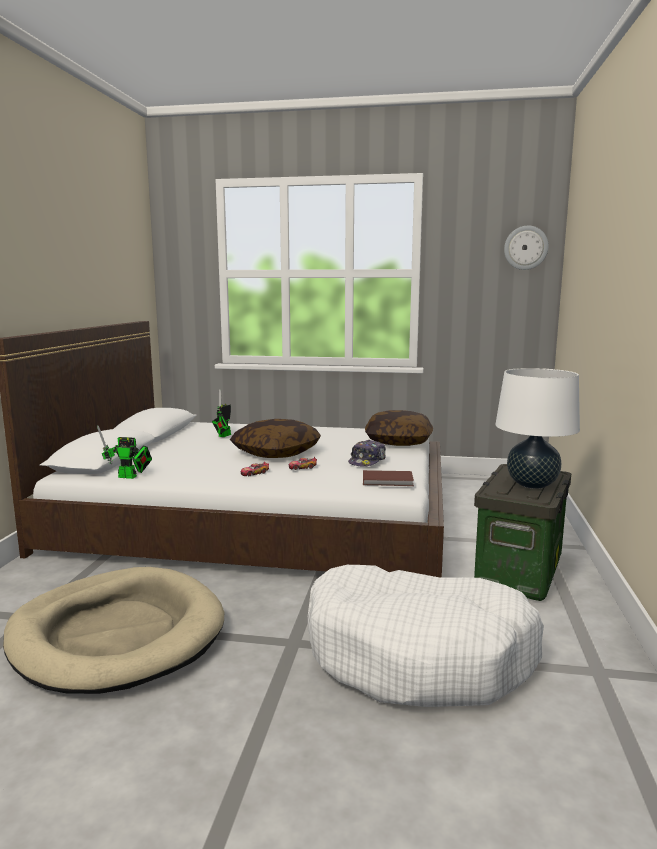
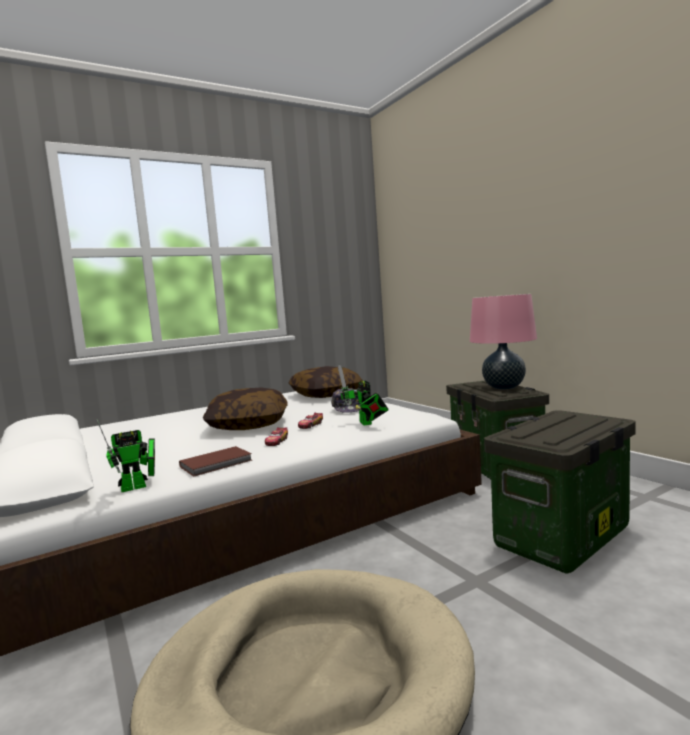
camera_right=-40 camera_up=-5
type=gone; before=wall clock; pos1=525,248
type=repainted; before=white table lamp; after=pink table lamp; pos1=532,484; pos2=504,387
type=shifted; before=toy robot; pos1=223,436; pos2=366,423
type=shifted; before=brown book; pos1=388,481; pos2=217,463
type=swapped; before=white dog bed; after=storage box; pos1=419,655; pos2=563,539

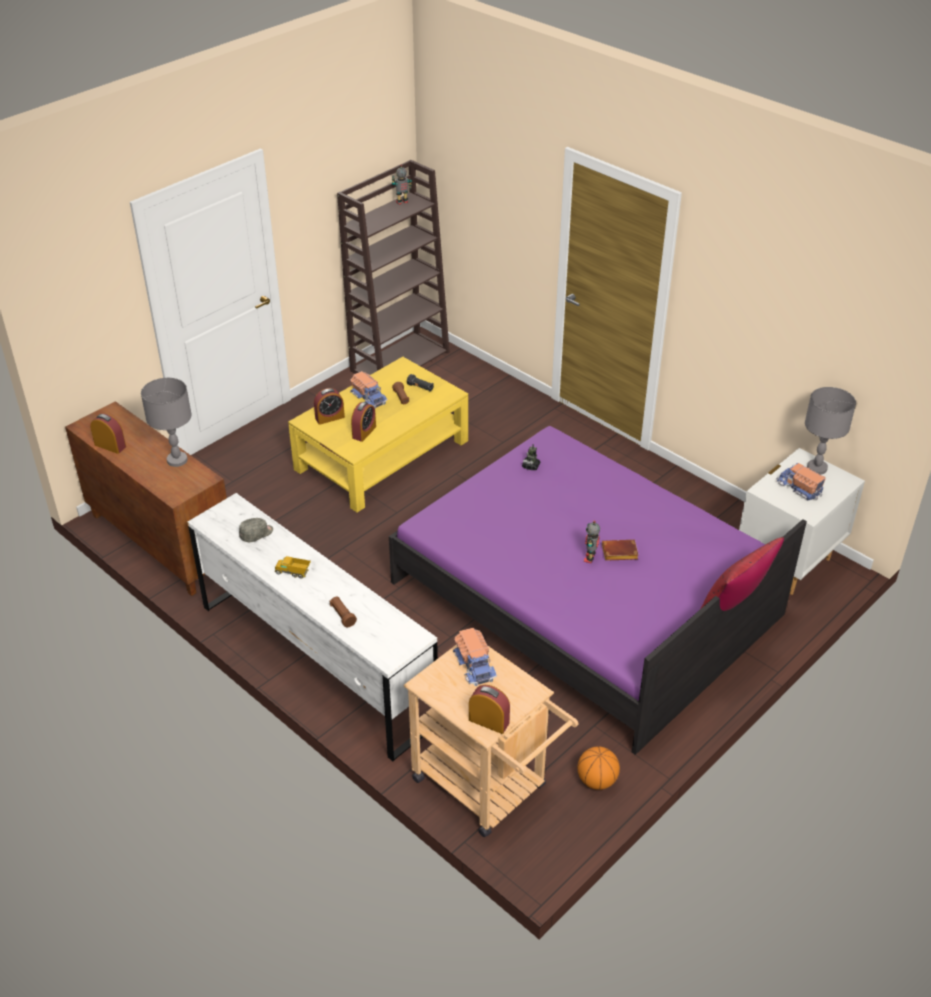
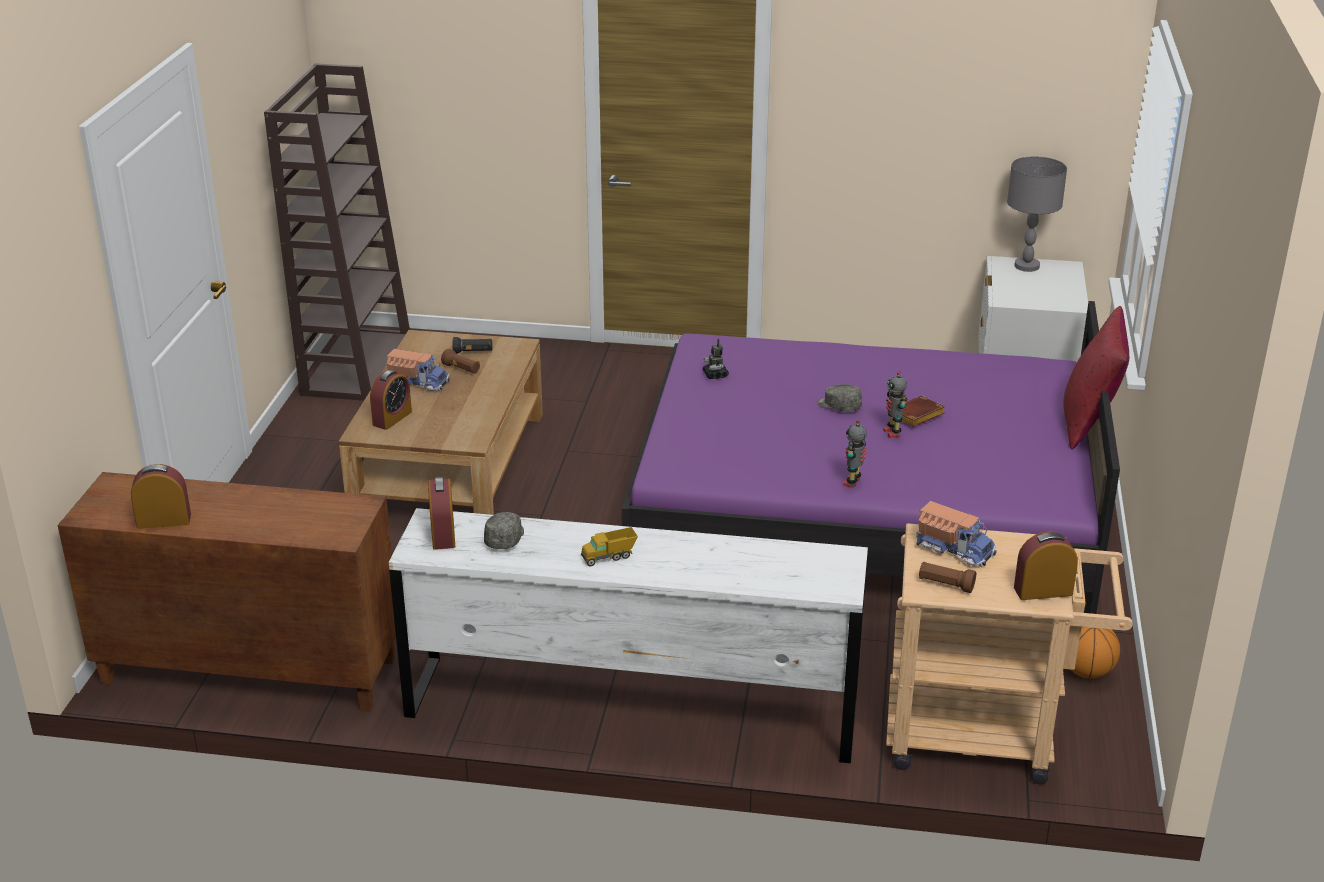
camera_right=-35 camera_up=-10
type=shifted; before=toy robot; pos1=402,202; pos2=853,482
type=repainted; before=yellow coffee table; after=brown coffee table; pos1=382,454; pos2=450,464
type=gone; before=grey table lamp; pos1=177,460
type=shifted; before=alarm clock; pos1=364,432; pos2=443,534
type=gone; before=toy truck; pos1=799,488
type=shifted; before=brown flashlight; pos1=342,616; pos2=945,585
type=new; after=grey cap; pos2=838,406

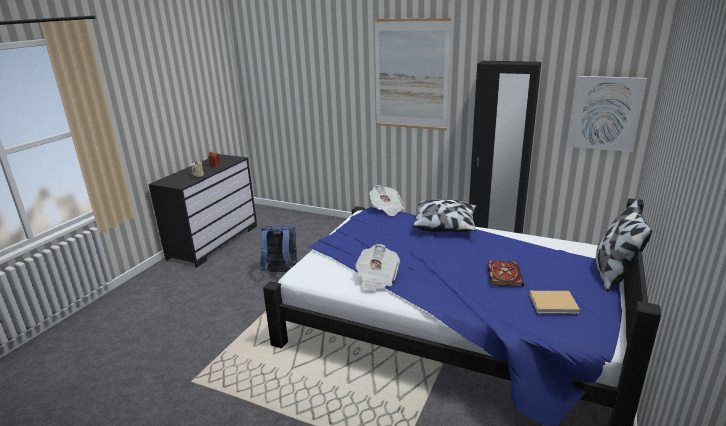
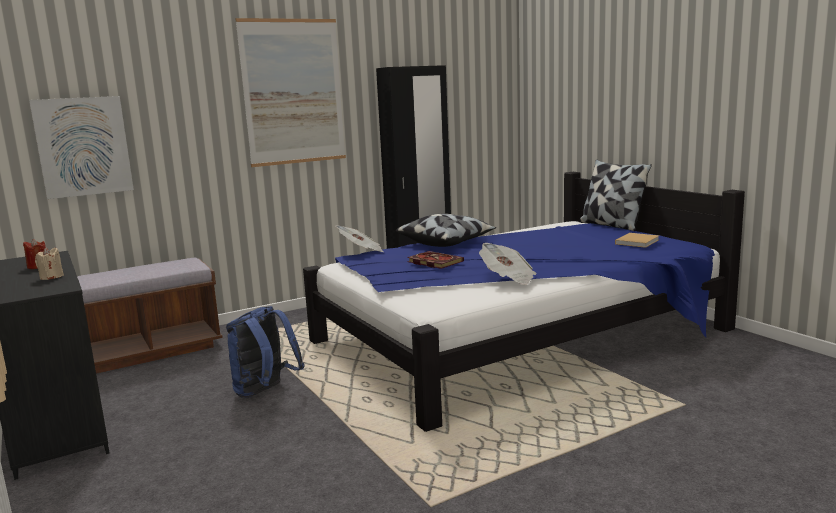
camera_right=-55 camera_up=-10
type=shifted; before=picture; pos1=605,113; pos2=83,146
type=shifted; before=book; pos1=503,274; pos2=433,262
type=new; after=brown bench; pos2=147,352

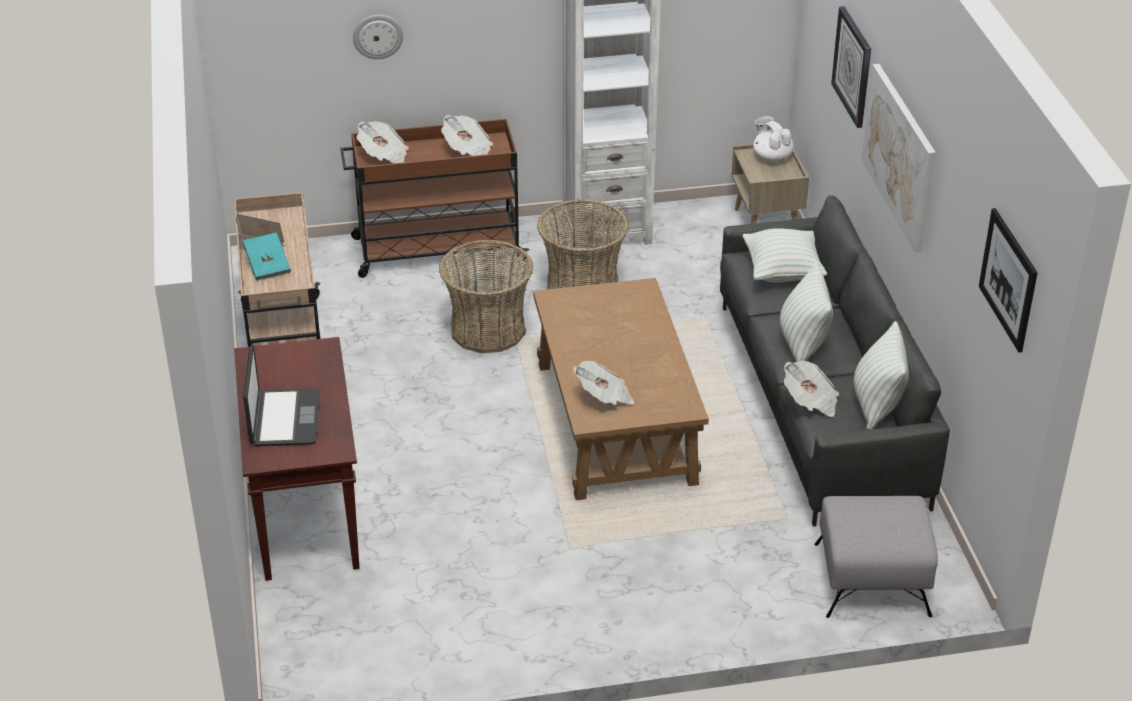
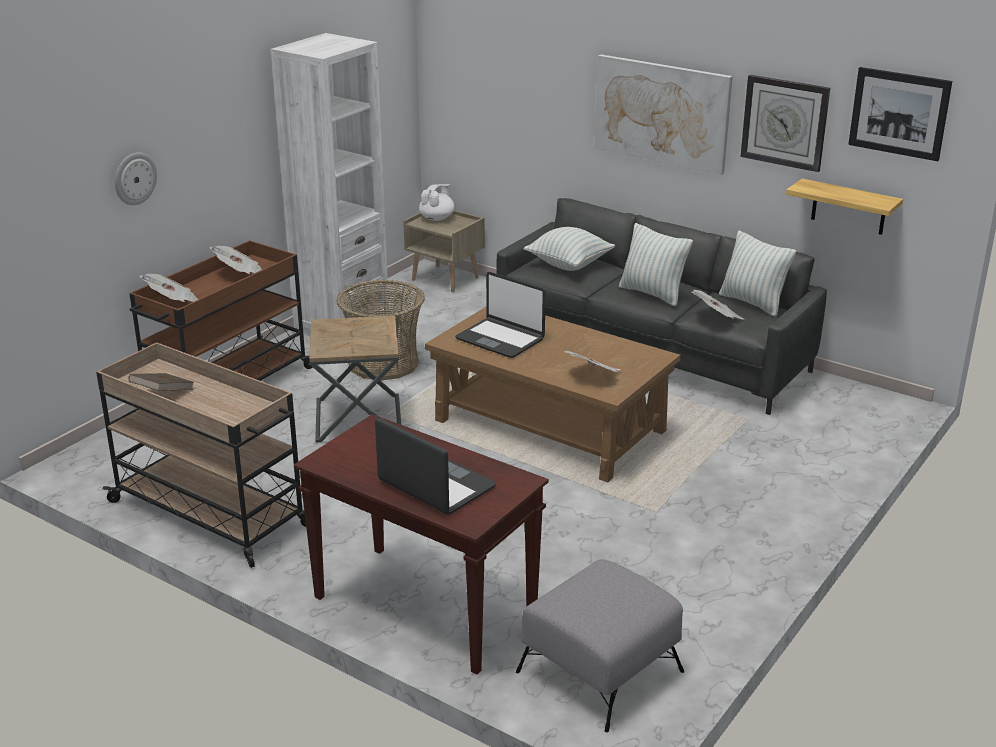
camera_right=-45 camera_up=-10
type=shifted; before=wall clock; pos1=853,66; pos2=785,122
type=rotated; before=white teapot; pos1=771,157; pos2=437,218; turn=105
type=gone; before=turquoise book; pos1=267,266
type=swapped; before=basket; after=brown side table; pos1=488,329; pos2=358,419
type=shifted; before=grey ottoman; pos1=873,579; pos2=601,671
type=new; after=shelf; pos2=849,207
type=new; after=laptop; pos2=500,339

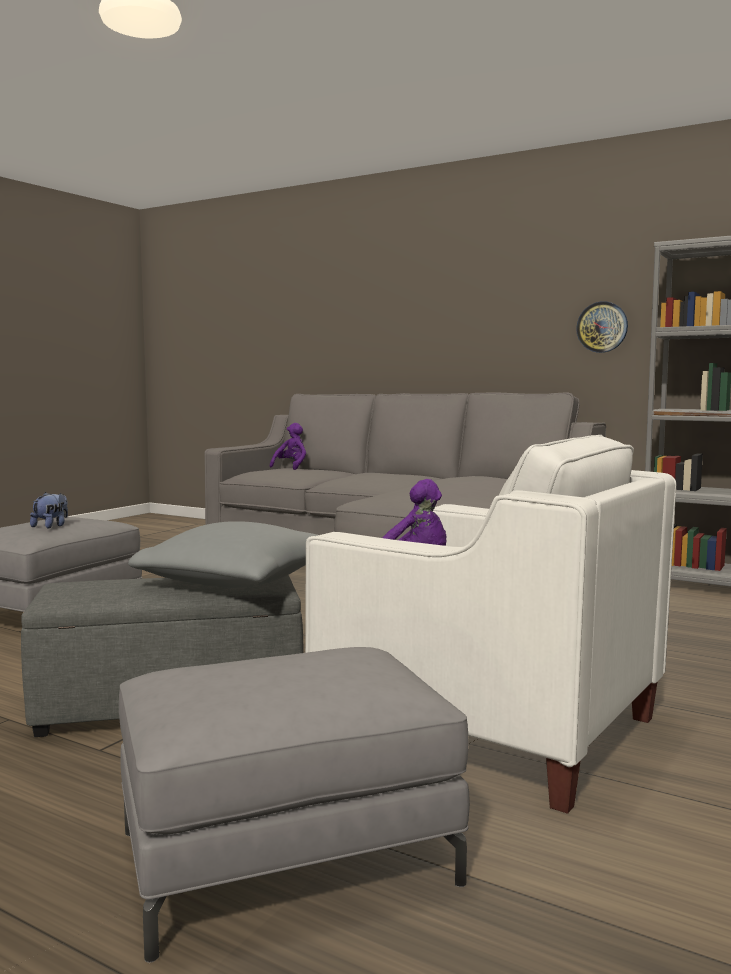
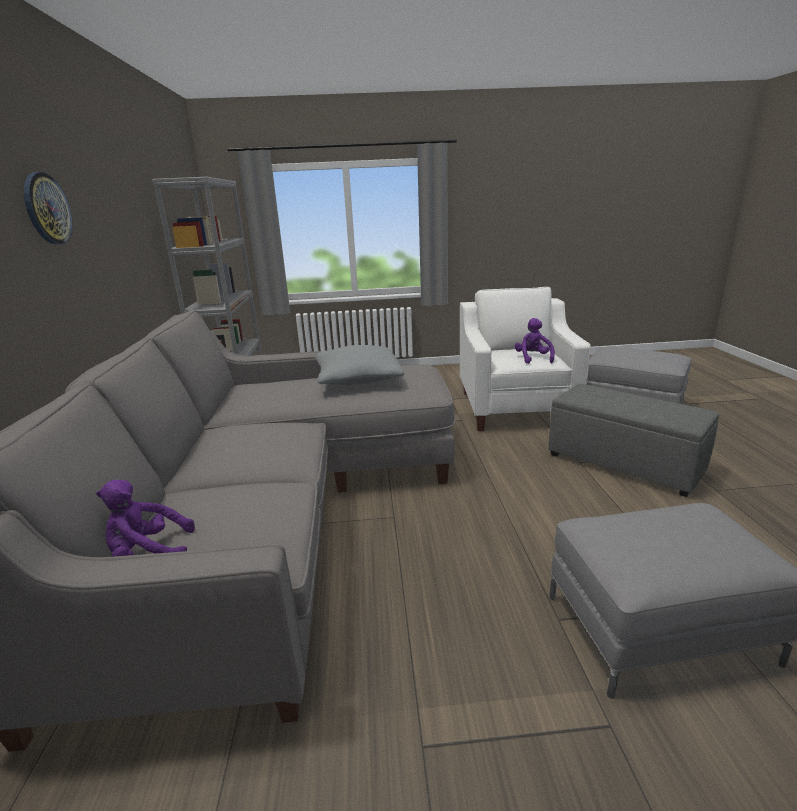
camera_right=-125 camera_up=15
type=shifted; before=wall clock; pos1=602,327; pos2=47,209
type=gone; before=plush toy; pos1=51,526
type=shifted; before=grey pillow; pos1=236,582; pos2=358,379

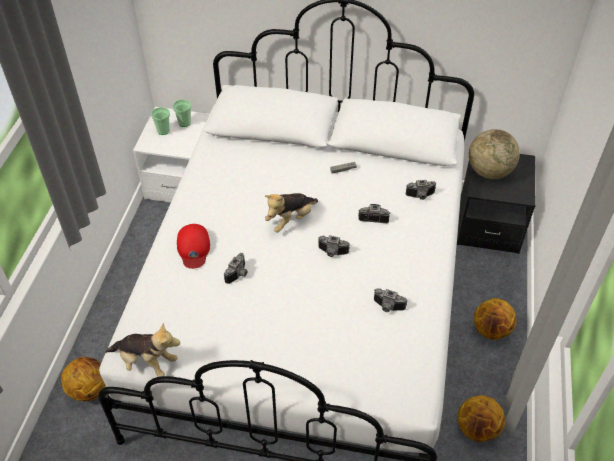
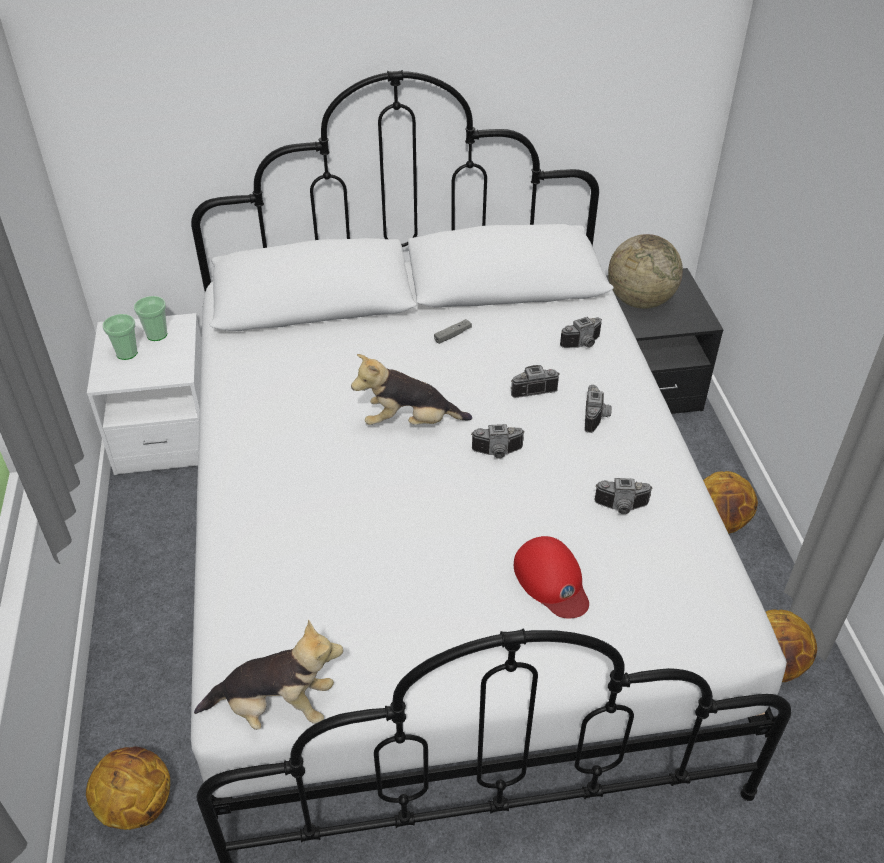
camera_right=-20 camera_up=-5
type=rotated; before=plush toy; pos1=290,220; pos2=410,422; turn=60
type=shifted; before=red cap; pos1=193,248; pos2=551,581
type=shifted; before=photo camera; pos1=239,274; pos2=597,417

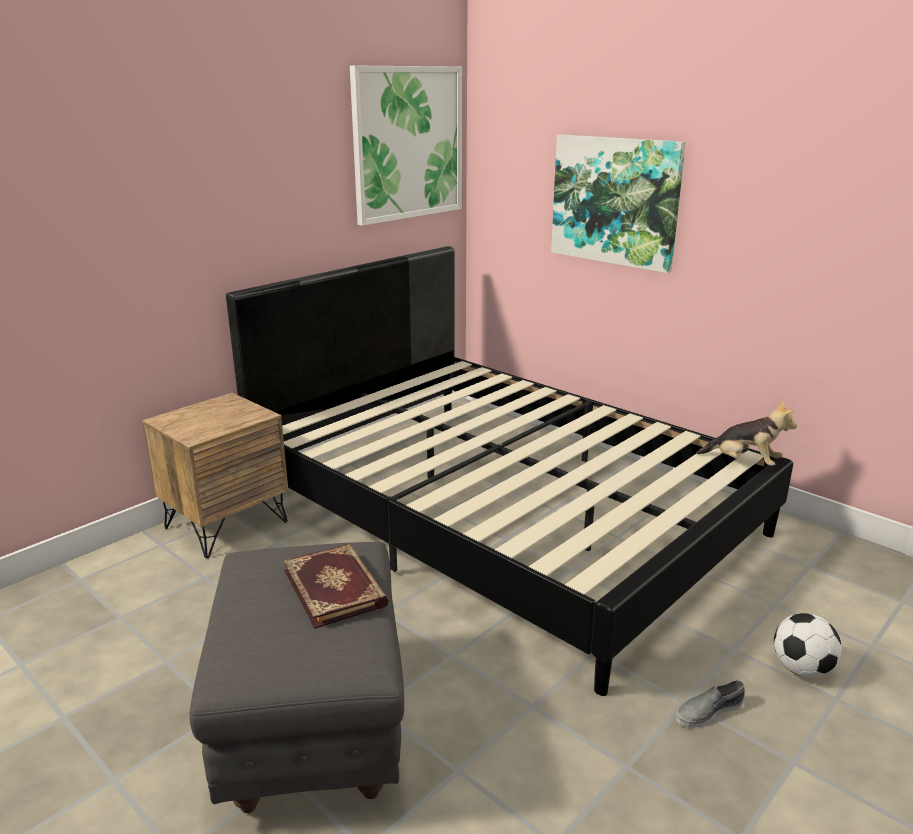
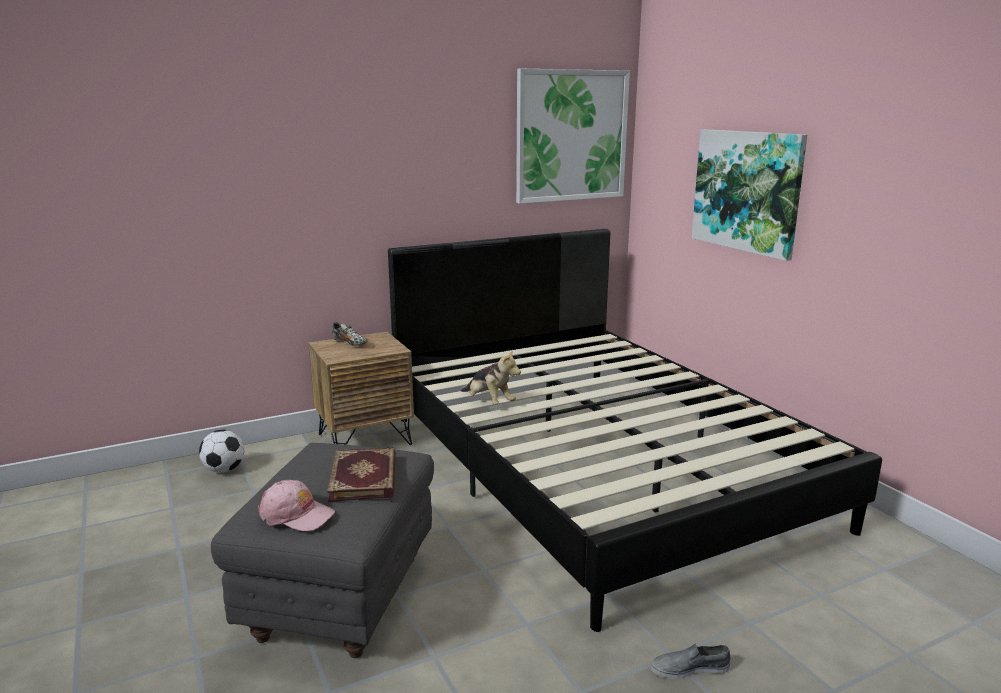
camera_right=20 camera_up=-5
type=shifted; before=plush toy; pos1=744,462; pos2=489,402
type=shifted; before=football; pos1=801,669; pos2=224,470
type=new; after=shoe; pos2=350,344
type=new; after=pink cap; pos2=296,515

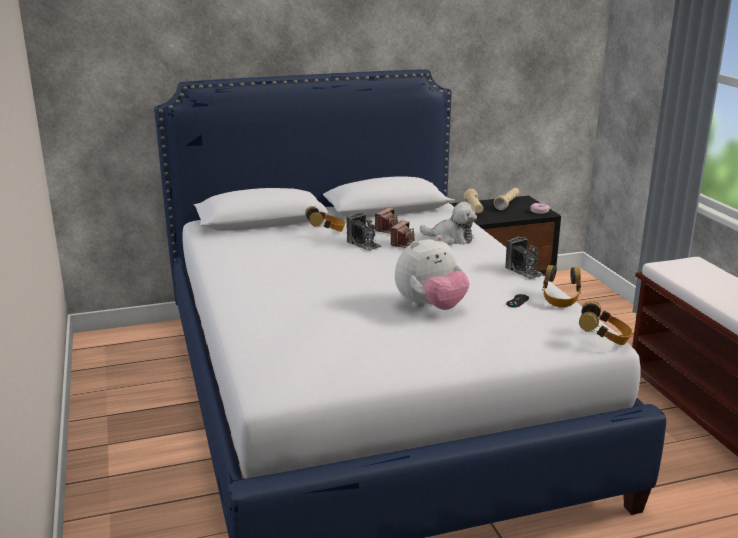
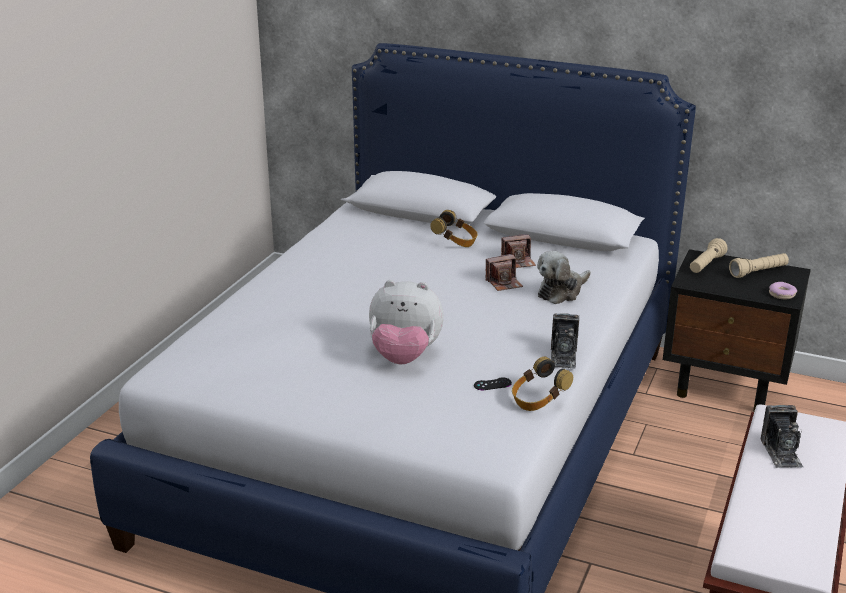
camera_right=40 camera_up=5
type=rotated; before=plush toy; pos1=451,238; pos2=561,292; turn=75
type=shifted; before=photo camera; pos1=364,244; pos2=781,452
type=gone; before=headphones; pos1=604,339

